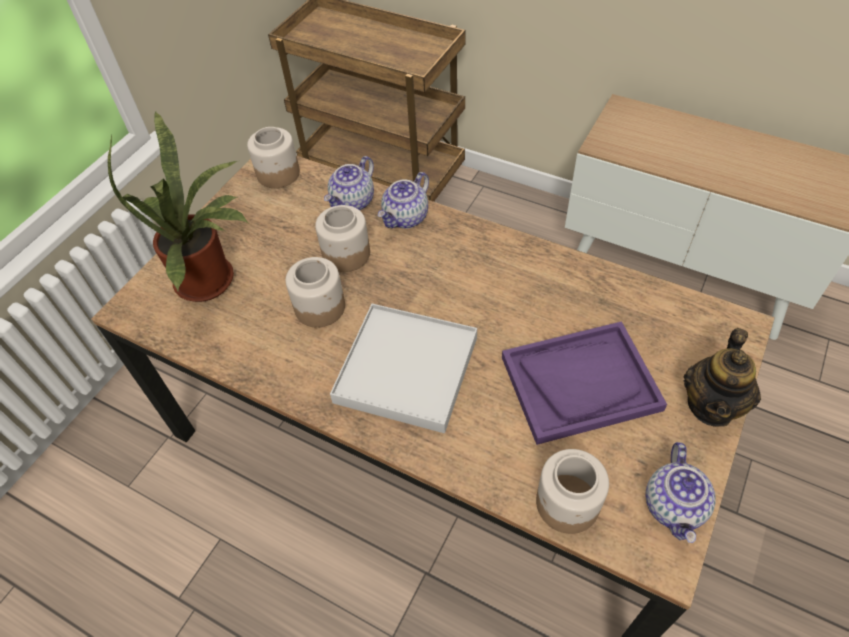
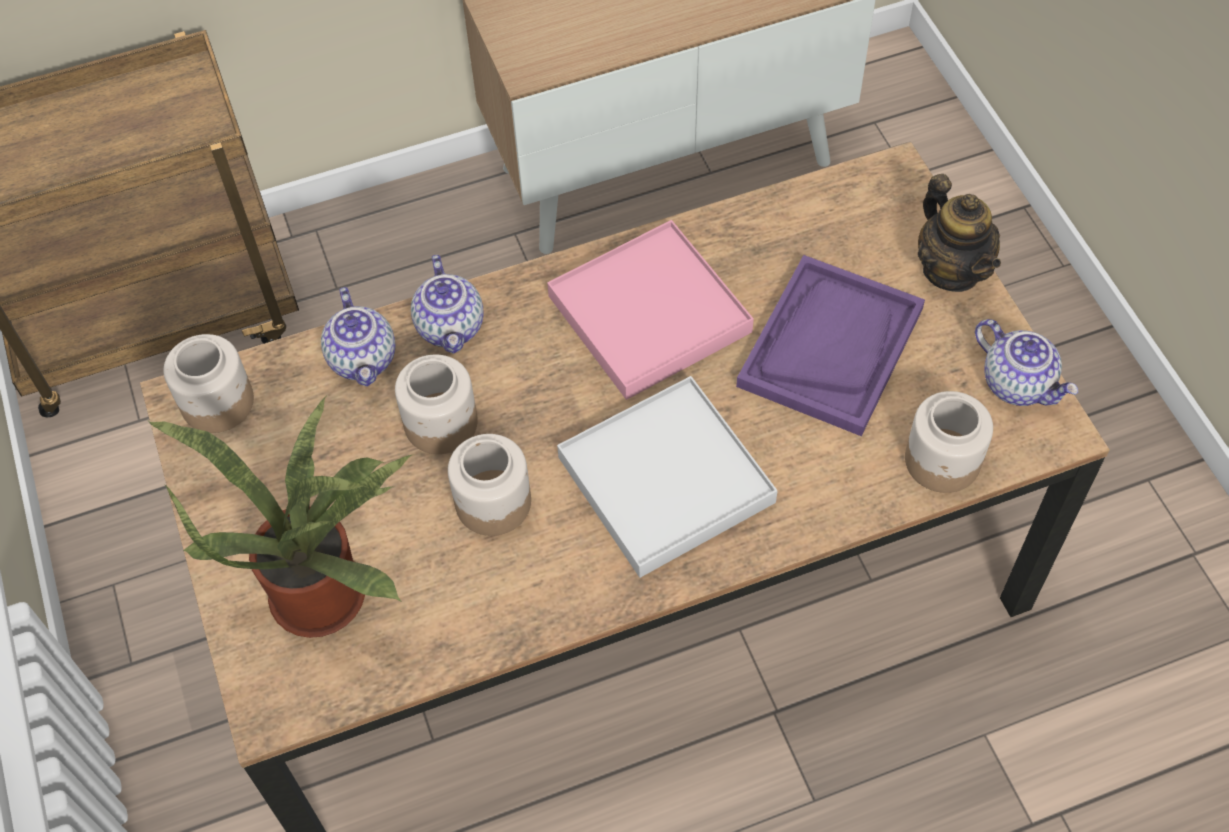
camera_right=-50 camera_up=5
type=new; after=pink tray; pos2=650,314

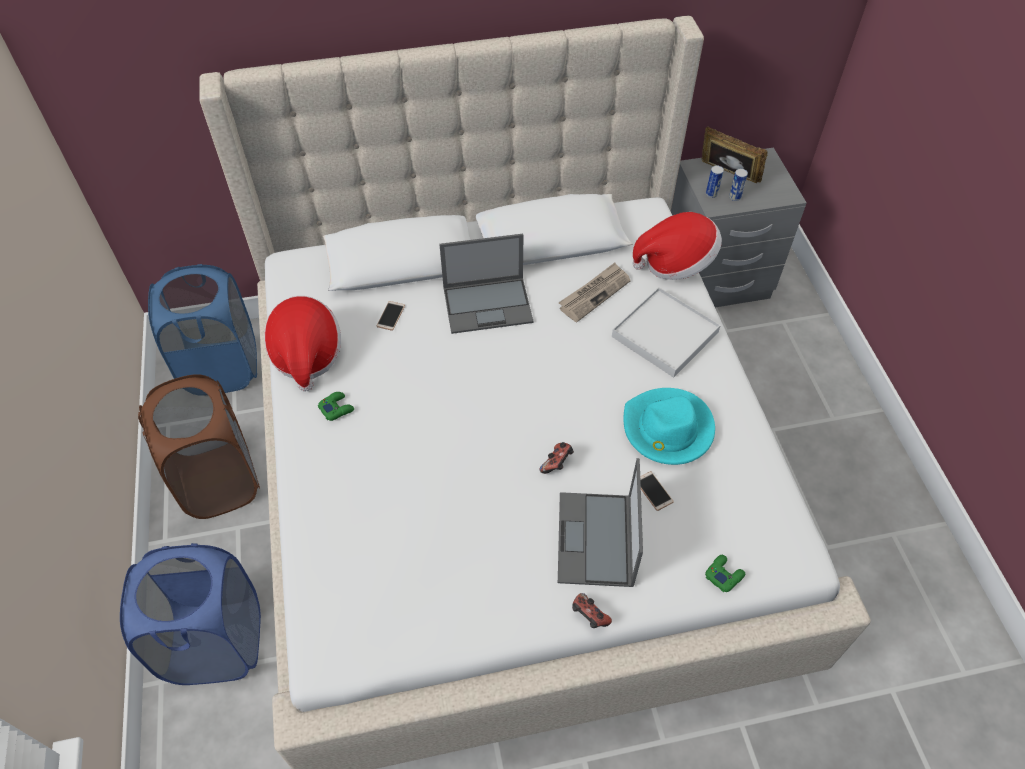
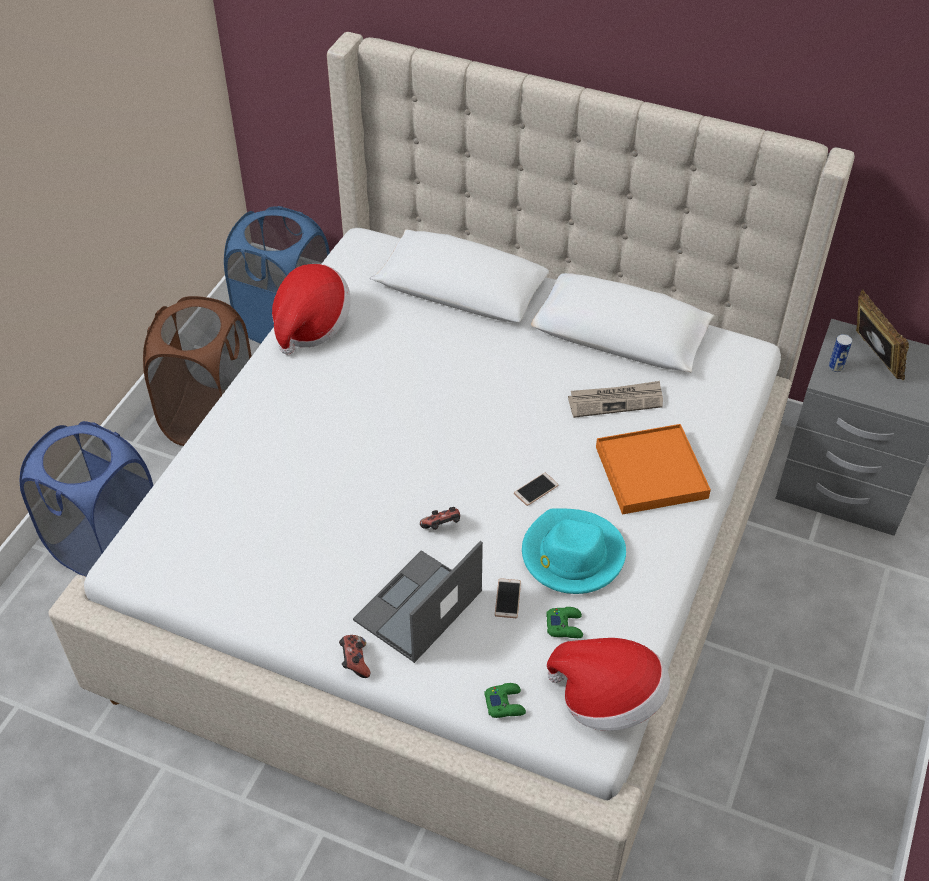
camera_right=35 camera_up=-5
type=gone; before=can; pos1=734,197
type=shifted; before=hat; pos1=675,263; pos2=608,699
type=gone; before=laptop; pos1=488,305
type=repainted; before=white tray; after=orange tray; pos1=664,334; pos2=650,472
type=shifted; before=phone; pos1=391,316; pos2=536,489
type=shifted; before=green game controller; pos1=336,408; pos2=565,625

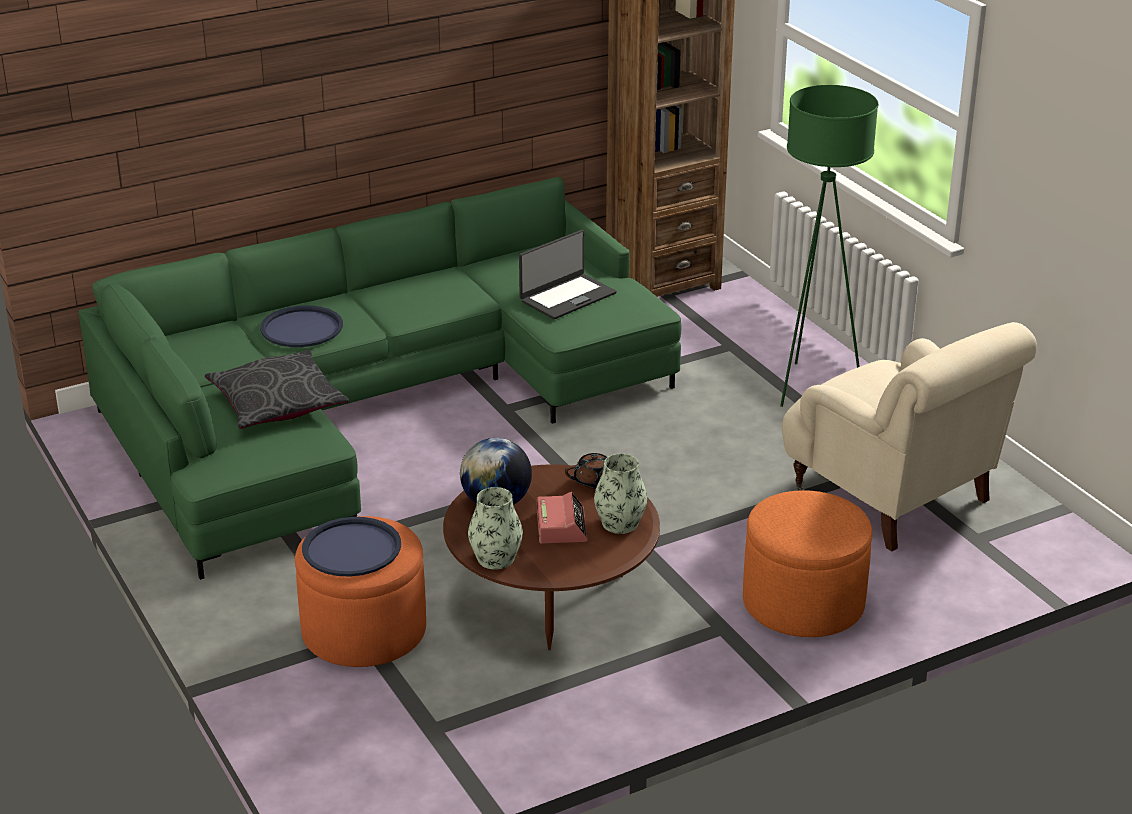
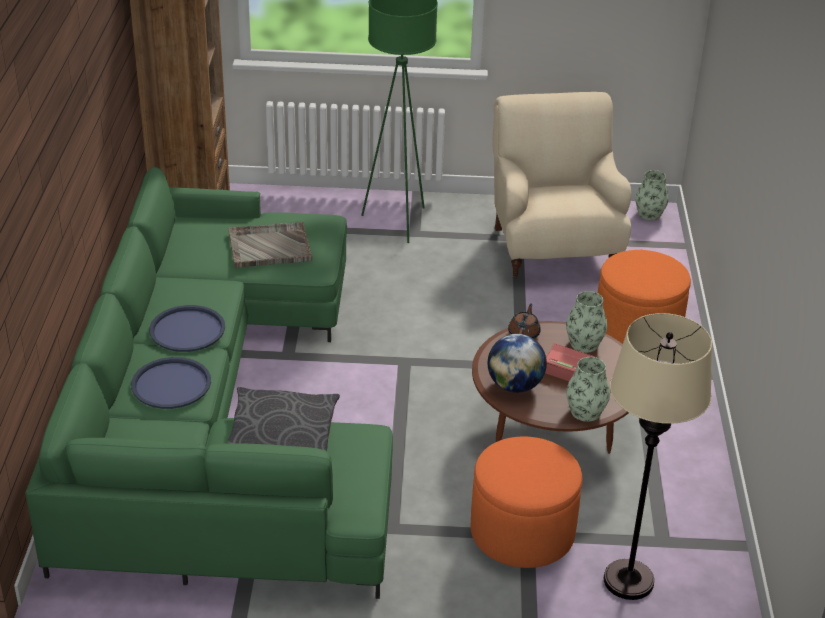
camera_right=-60 camera_up=5
type=swapped; before=laptop; after=grey tray; pos1=567,297; pos2=268,246
type=rotated; before=beige armchair; pos1=894,497; pos2=553,249; turn=-90
type=shifted; before=blue tray; pos1=351,548; pos2=187,330
type=new; after=vase; pos2=649,214
type=new; after=beige floor lamp; pos2=628,580

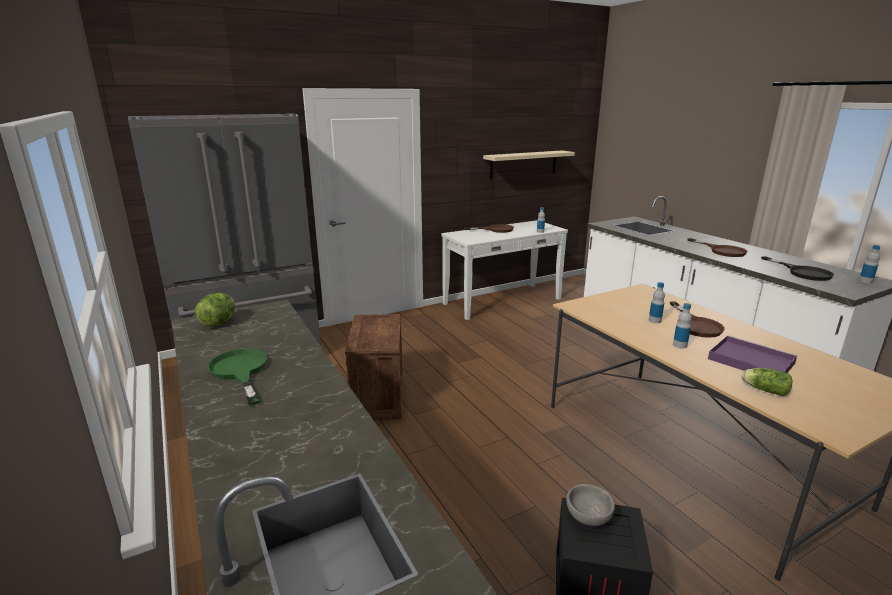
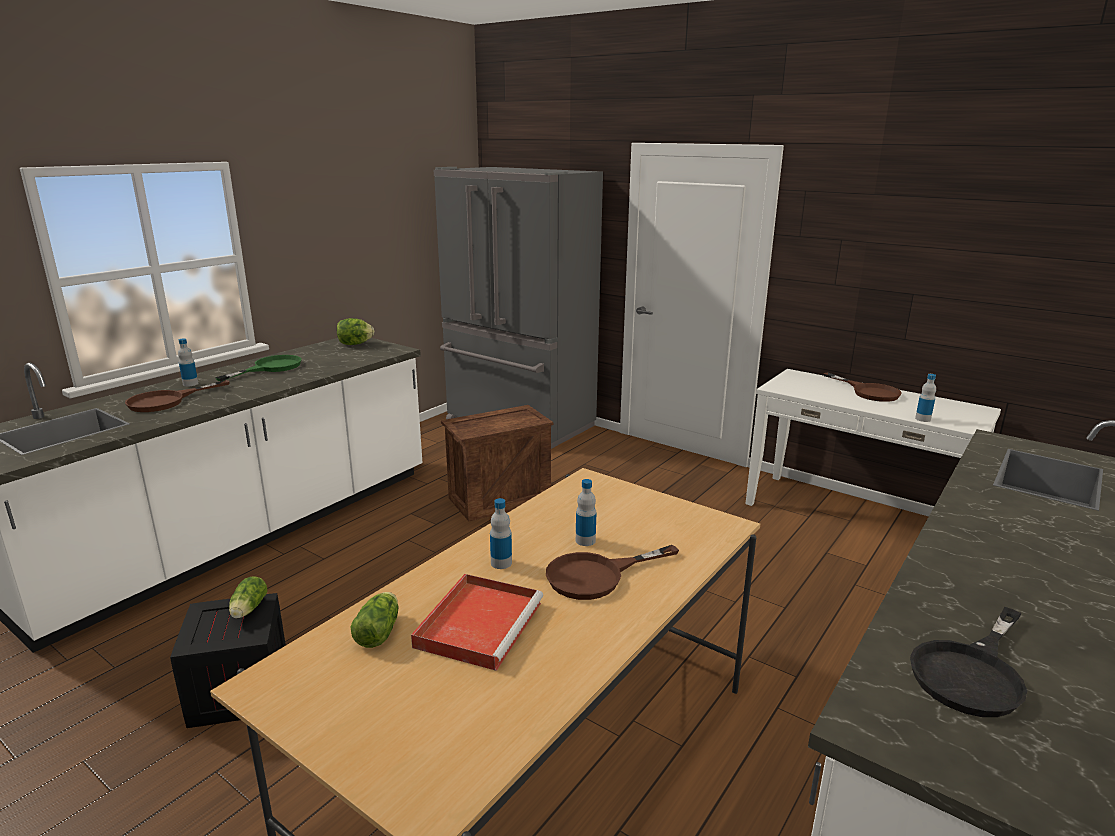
camera_right=65 camera_up=0
type=gone; before=beige shelf; pos1=523,164
type=shifted; before=brown frying pan; pos1=722,251; pos2=166,401
type=shifted; before=bottle; pos1=865,281; pos2=190,384
type=repainted; before=purple tray; after=red tray; pos1=749,360; pos2=479,622
type=swapped; before=grey bowl; after=lettuce; pos1=587,516; pos2=248,610

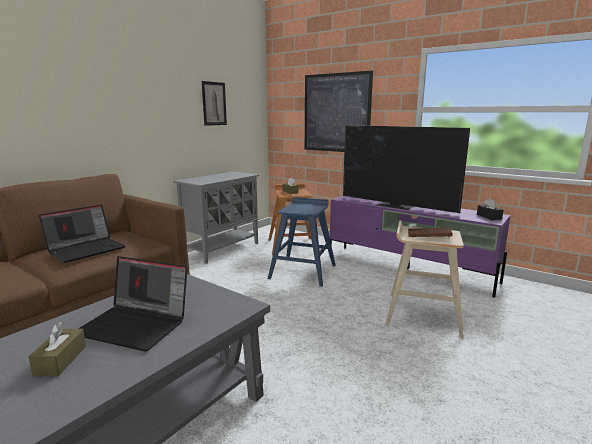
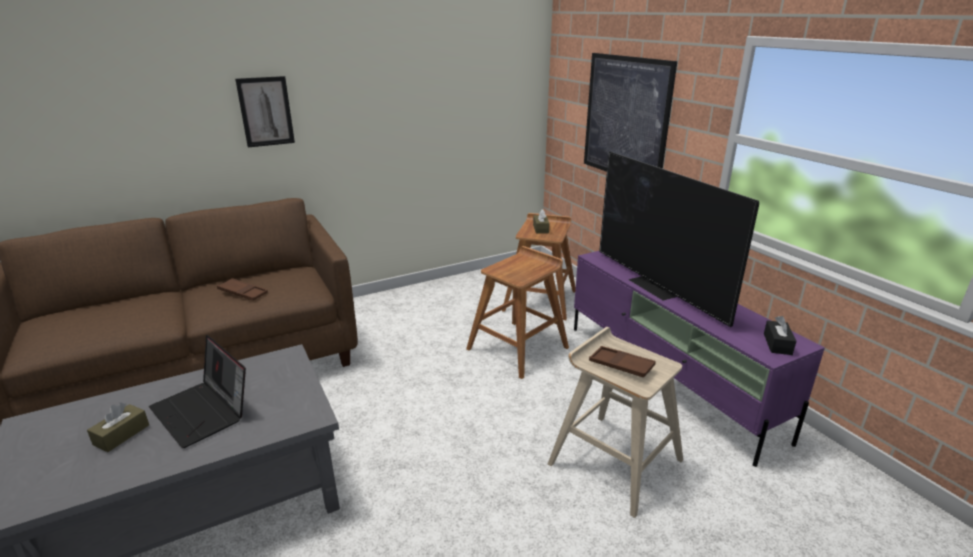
camera_right=25 camera_up=10
type=shifted; before=picture; pos1=214,103; pos2=266,111
type=gone; before=grey cabinet; pos1=222,249
type=repainted; before=blue stool; after=brown stool; pos1=303,271; pos2=518,348
type=swapped; before=laptop; after=brown tray; pos1=87,249; pos2=243,293

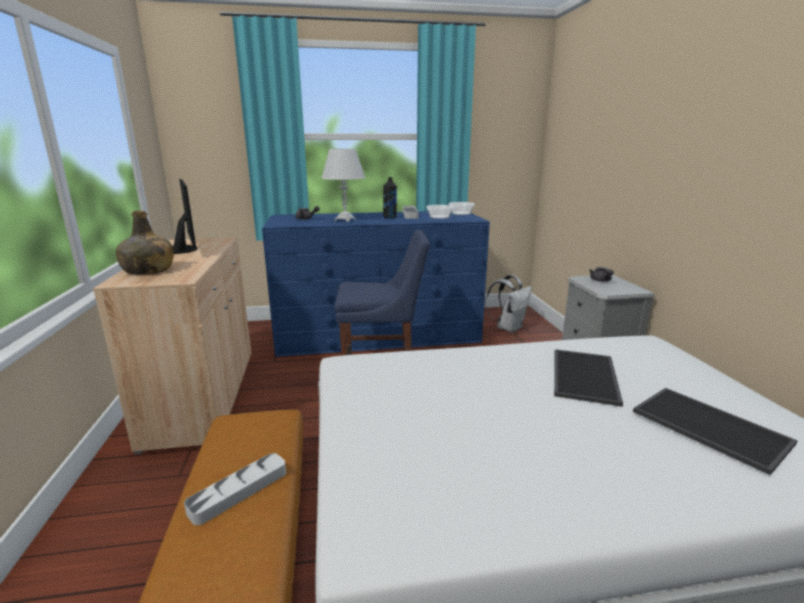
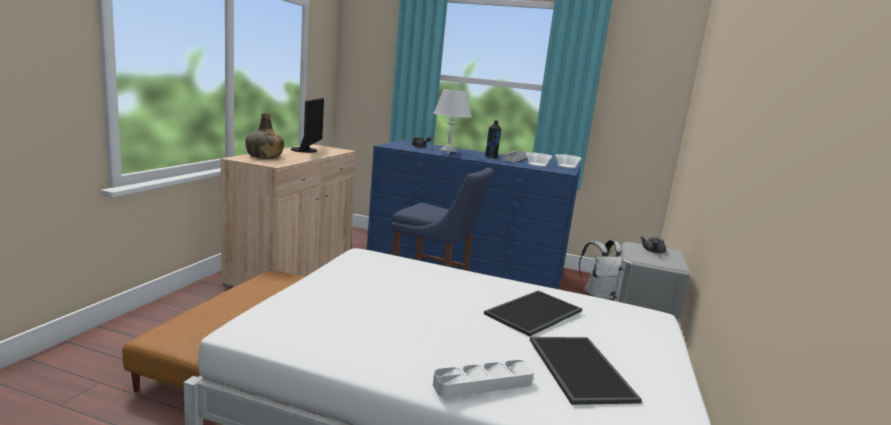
camera_right=25 camera_up=-5
type=shifted; before=grey tray; pos1=239,491; pos2=483,383

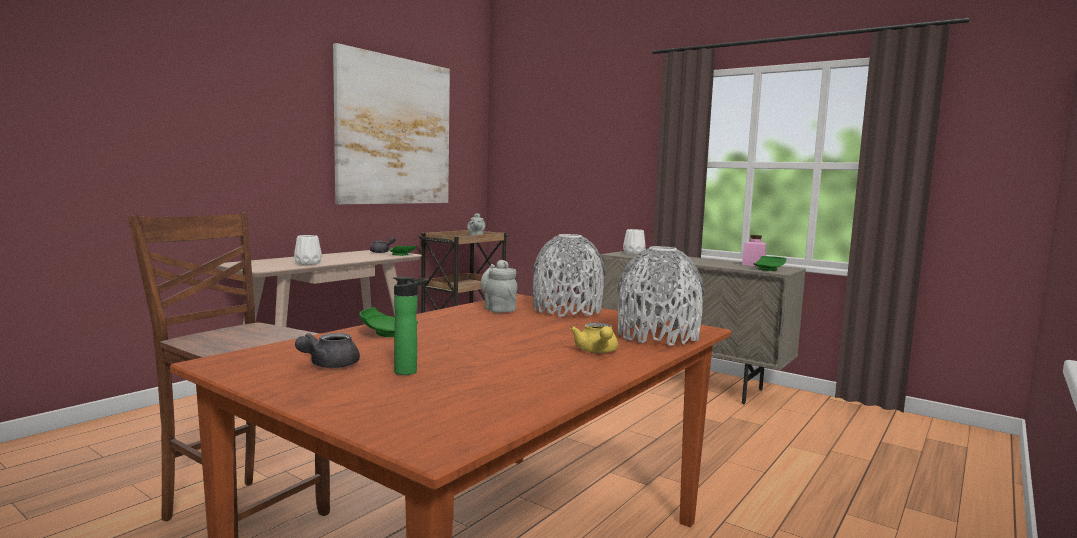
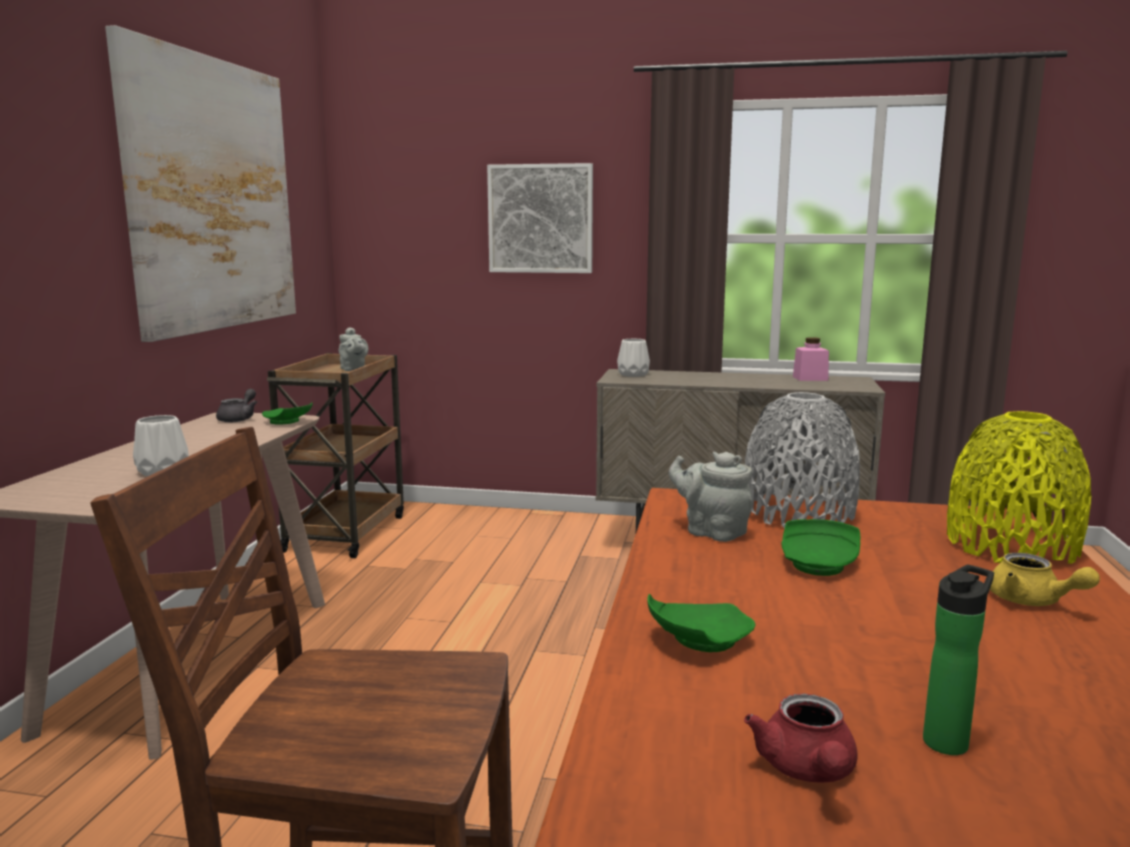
camera_right=-25 camera_up=5
type=repainted; before=grey vase; after=yellow vase; pos1=657,336; pos2=1011,545
type=shifted; before=green plate; pos1=768,269; pos2=819,564
type=repainted; before=grey teapot; after=red teapot; pos1=328,365; pos2=807,770
type=new; after=picture; pos2=540,219

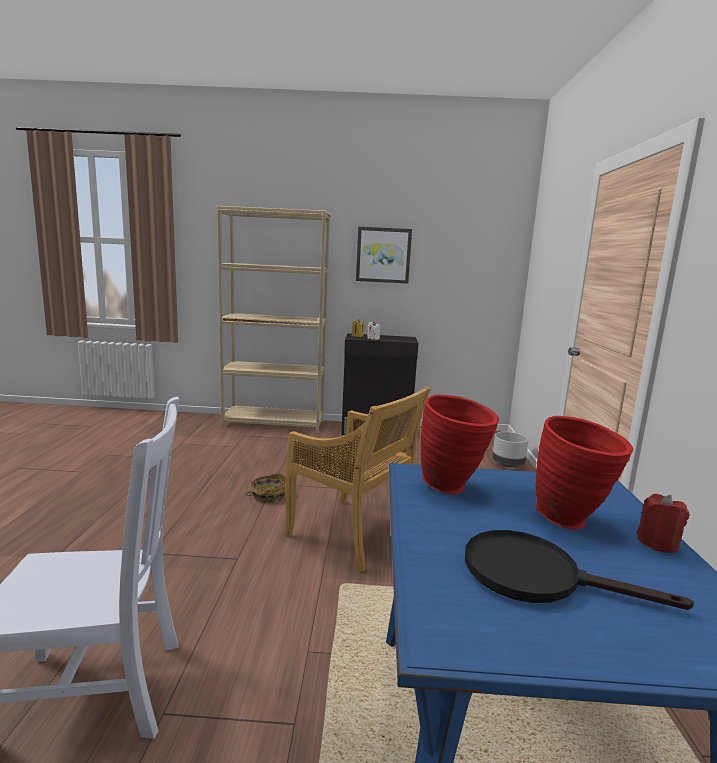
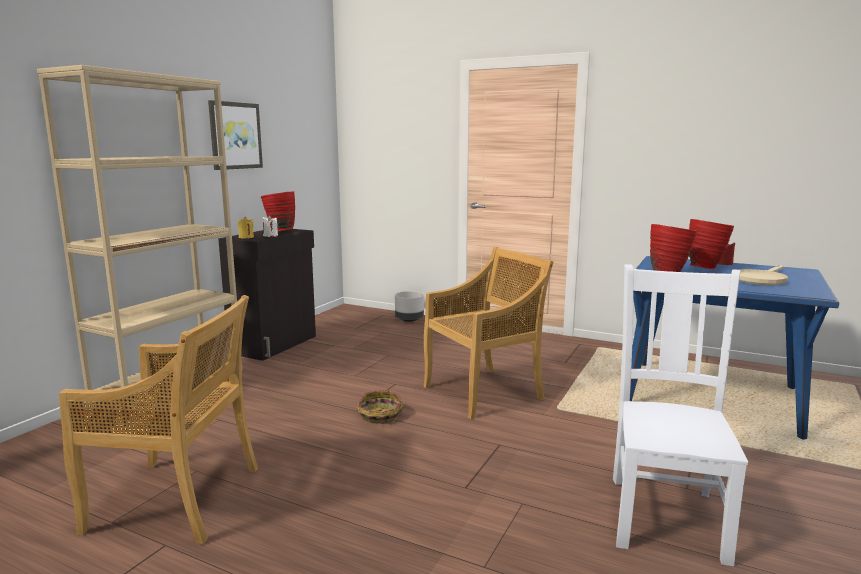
camera_right=-65 camera_up=0
type=repainted; before=black frying pan; after=beige frying pan; pos1=537,576; pos2=760,279
type=new; after=red vase; pos2=279,231
type=new; after=beige chair; pos2=178,500

